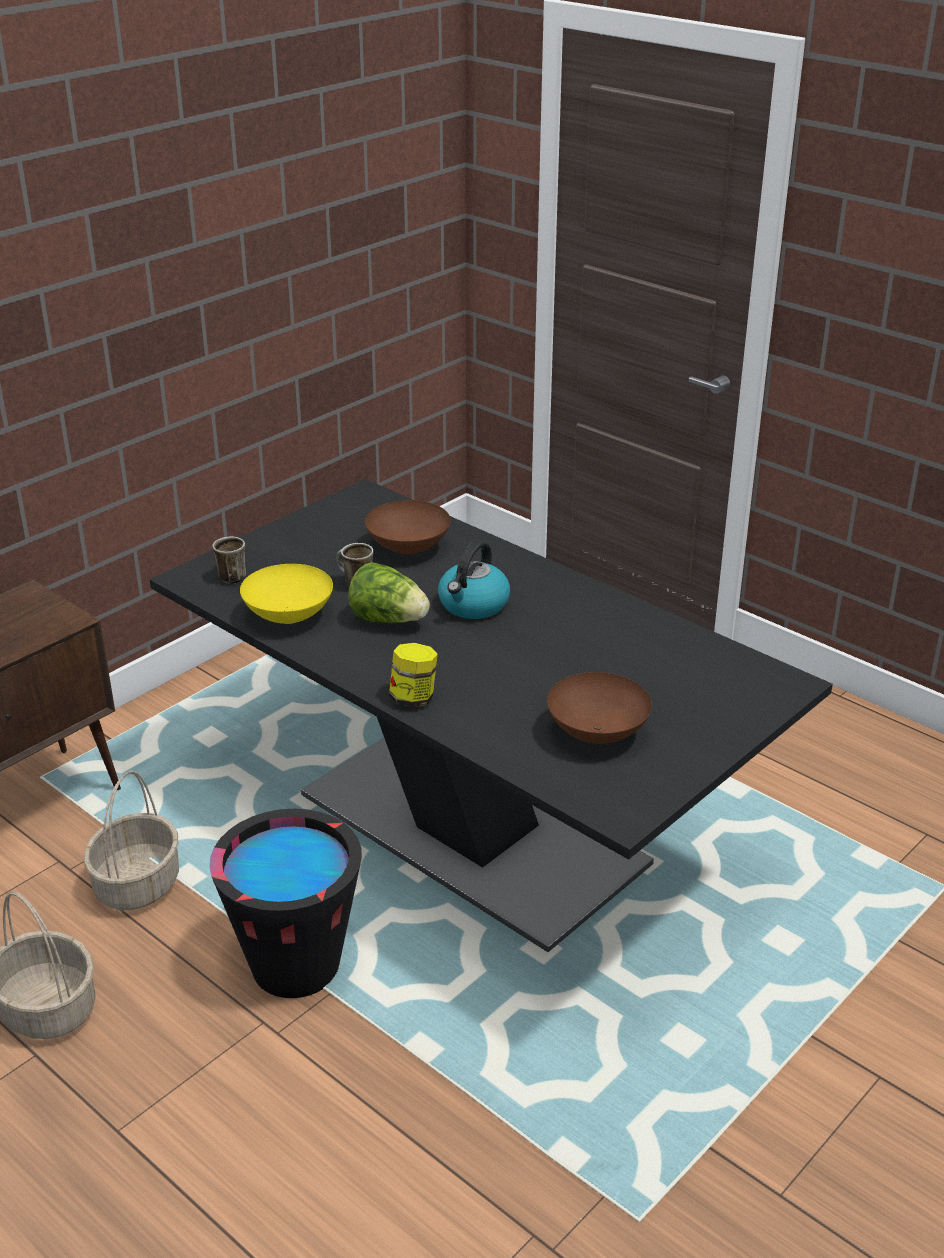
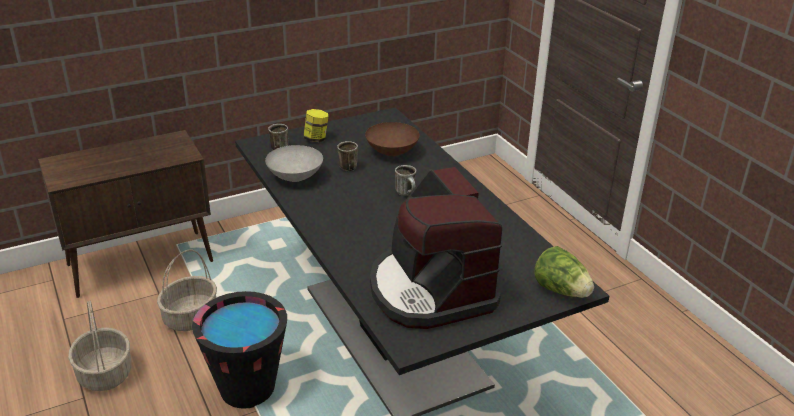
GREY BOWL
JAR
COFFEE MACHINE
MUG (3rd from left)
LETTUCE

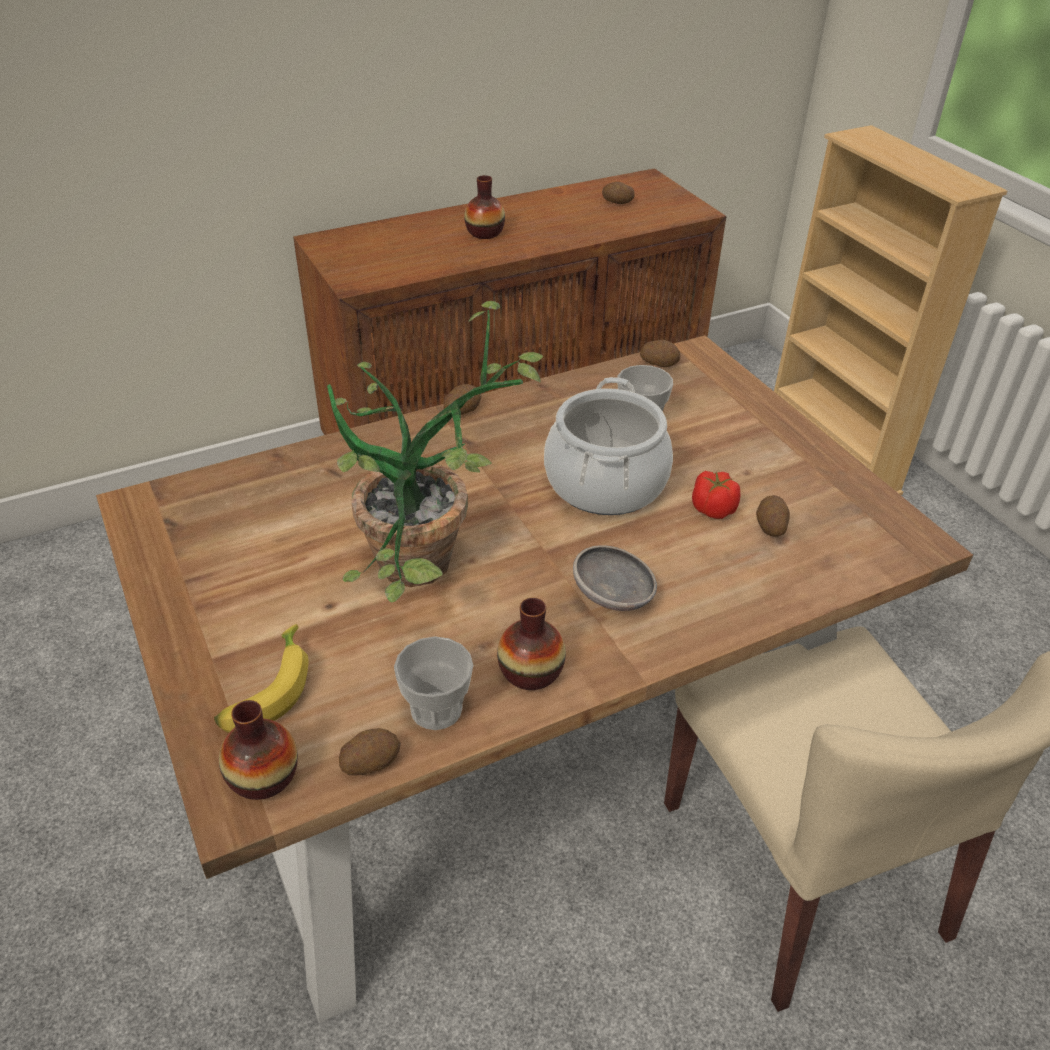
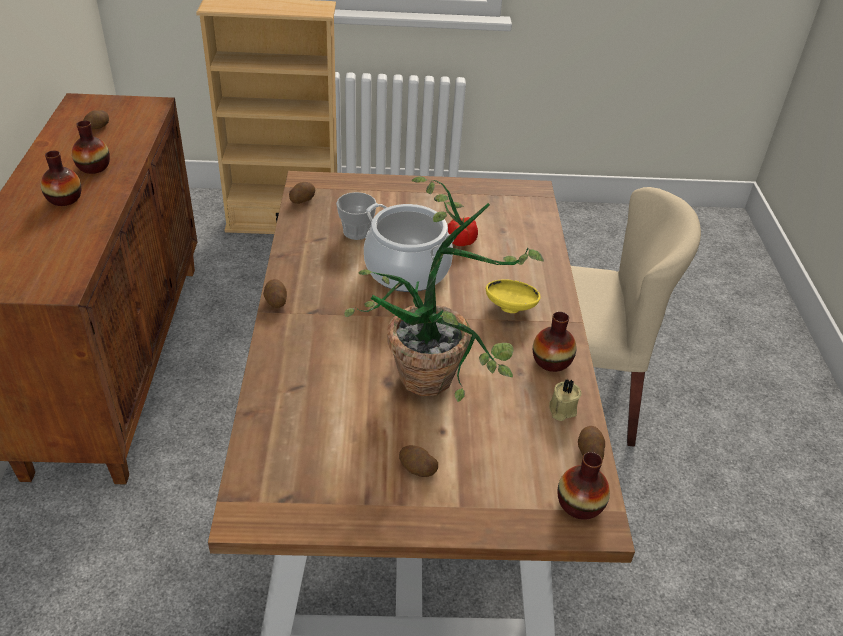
VASE (2nd from left)
POTATO (4th from left)
YELLOW BOWL
BEIGE CANDLE
BANANA

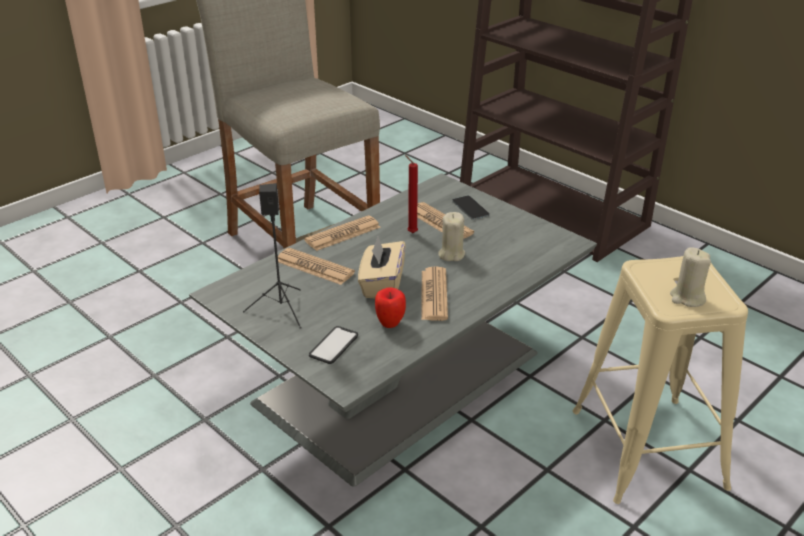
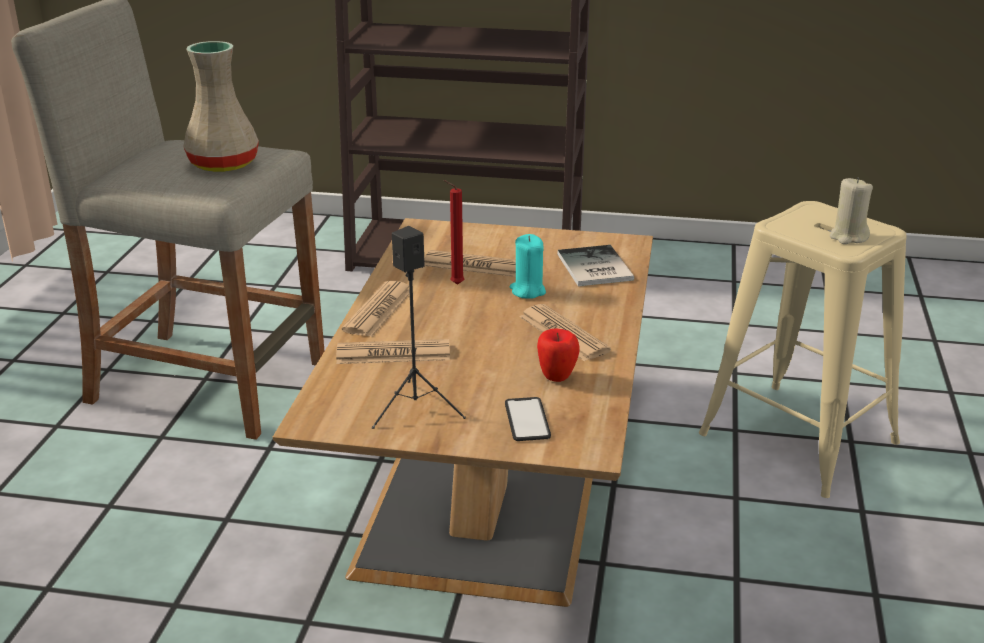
BEIGE VASE
BROWN COFFEE TABLE
TURQUOISE CANDLE
BOOK
BEIGE TISSUE BOX
PHONE (2nd from left in the first image)

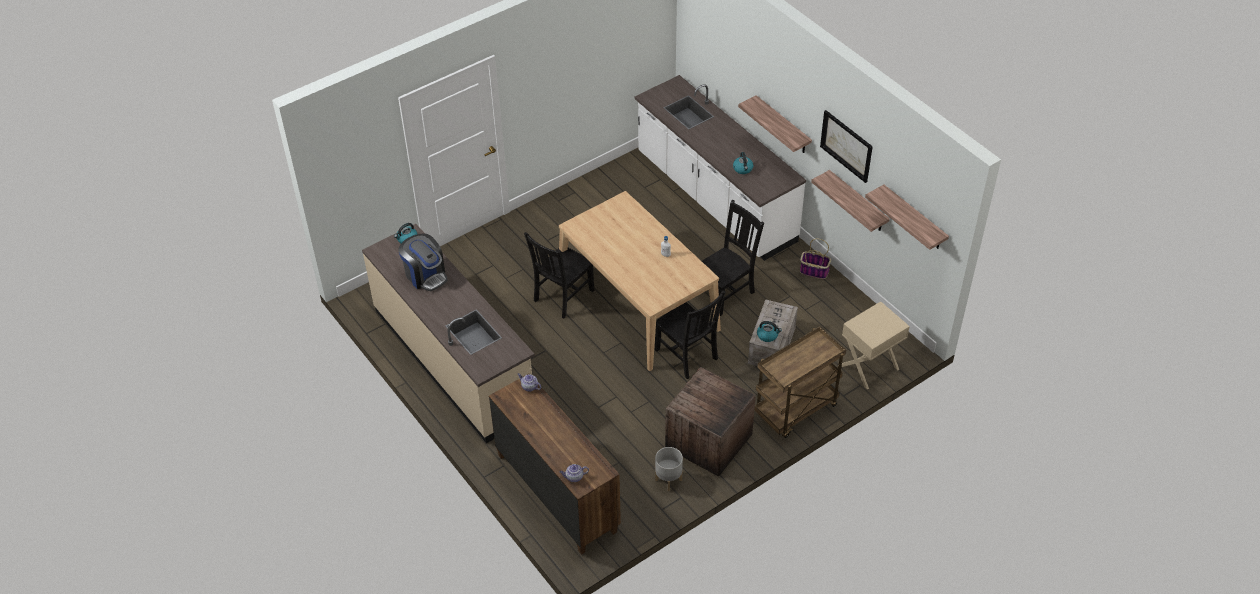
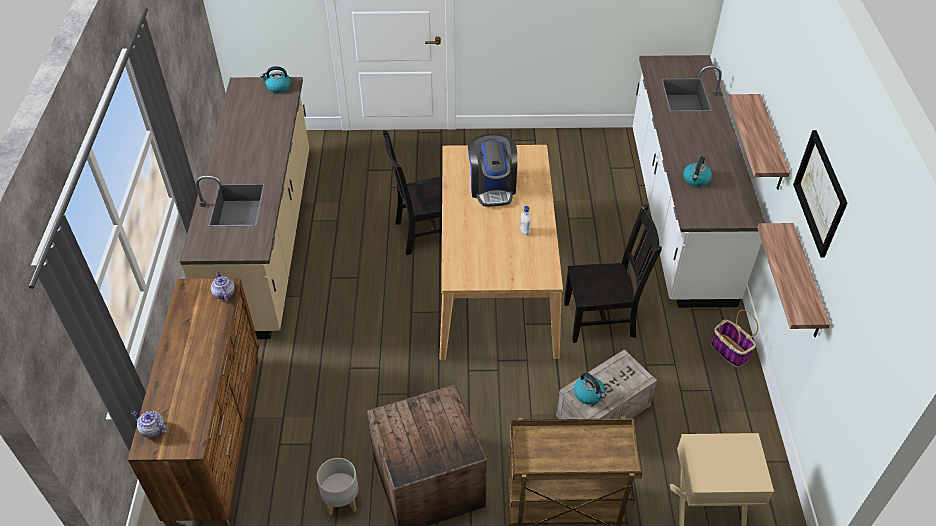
COFFEE MACHINE
BLACK CHAIR (2nd from left in the first image)
SHELF (3rd from left in the first image)

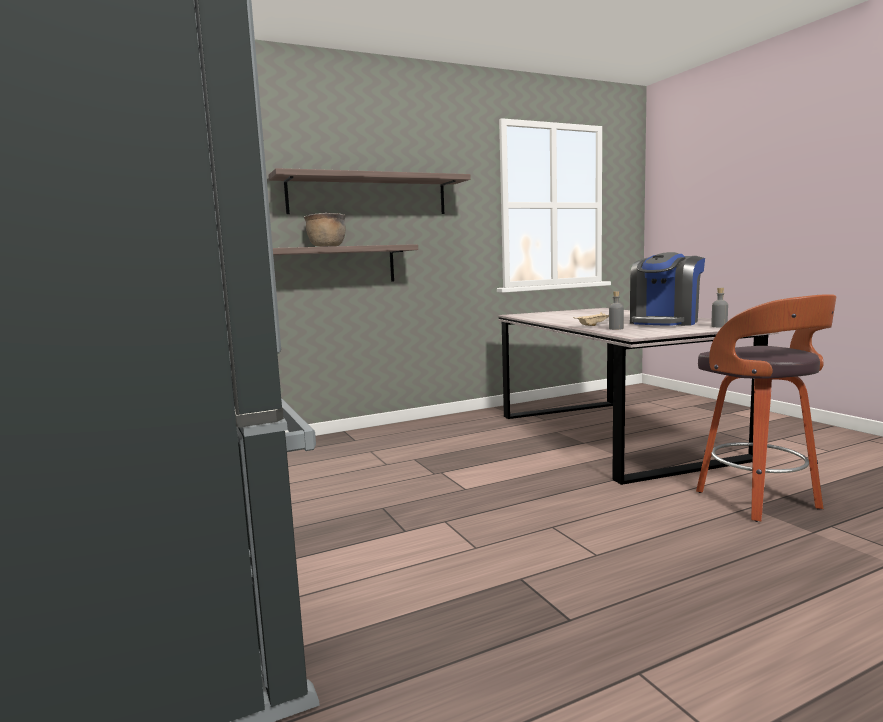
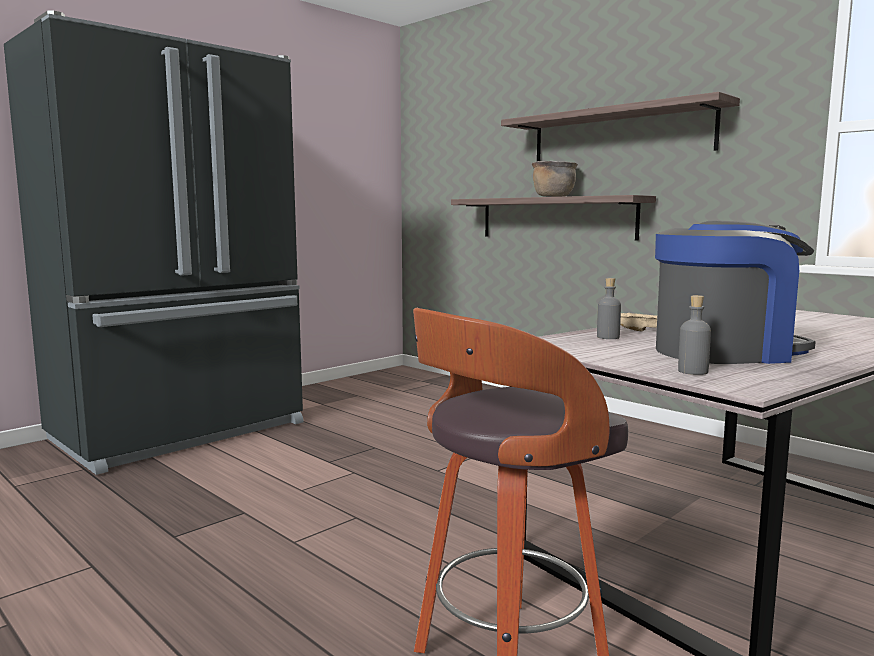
COFFEE MACHINE

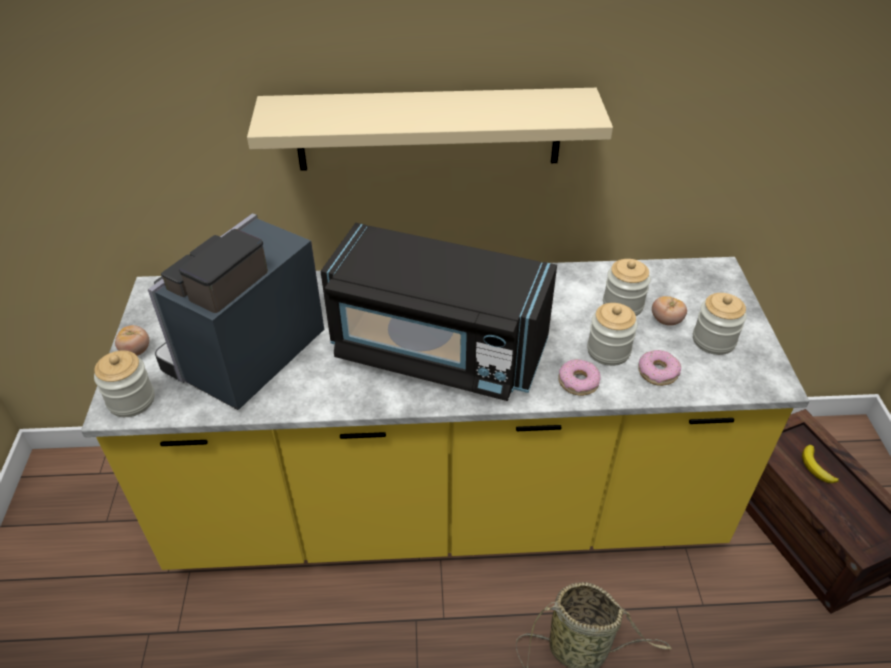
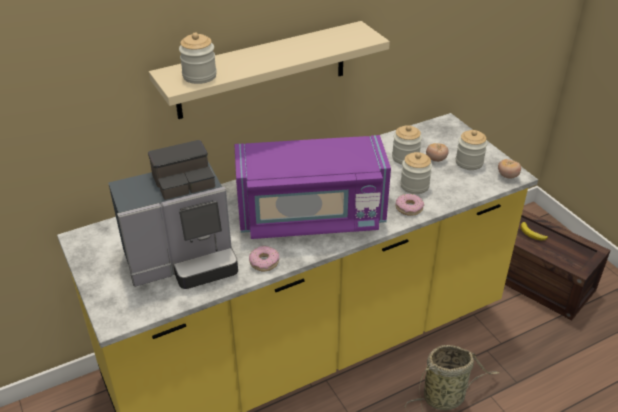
COFFEE MACHINE
JAR (1st from left)
PURPLE MICROWAVE
DONUT (1st from left)
TOMATO (2nd from left)

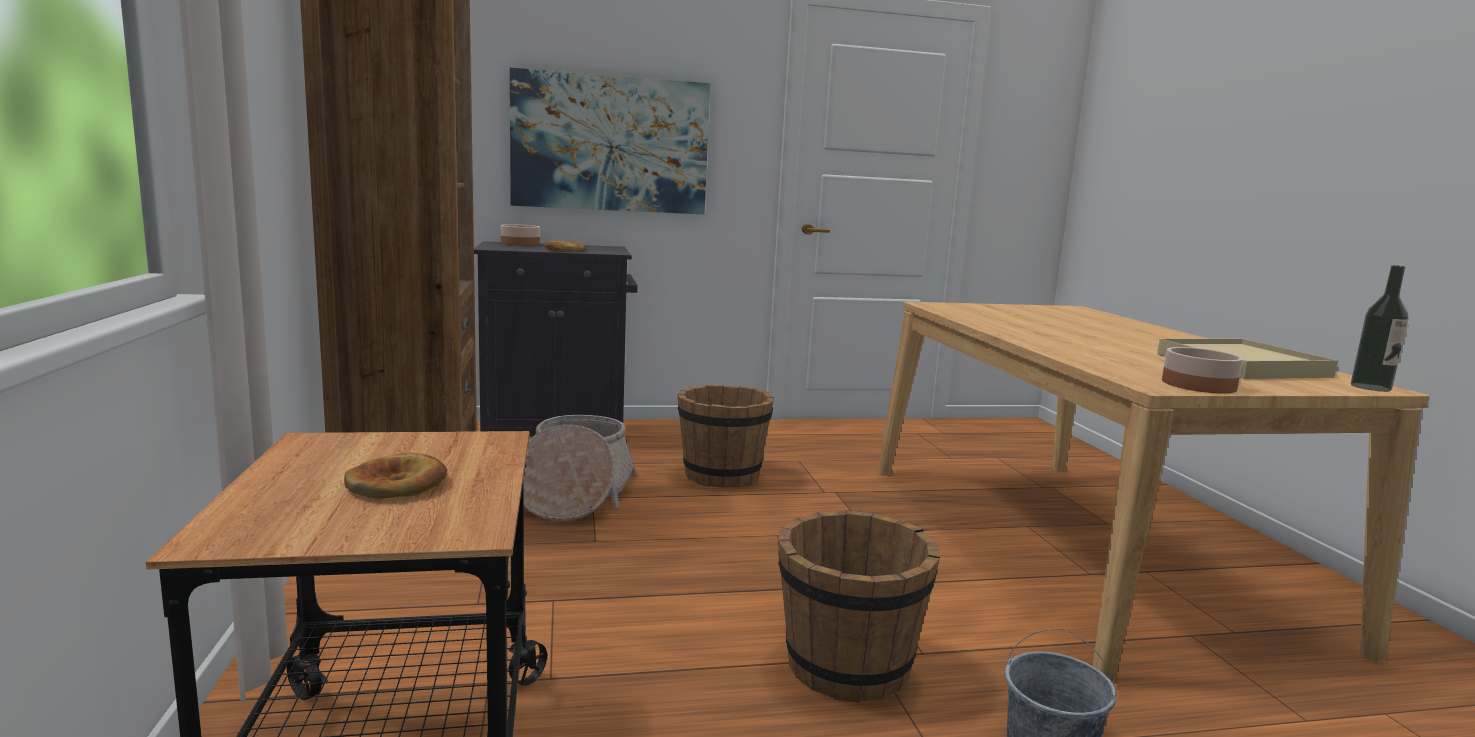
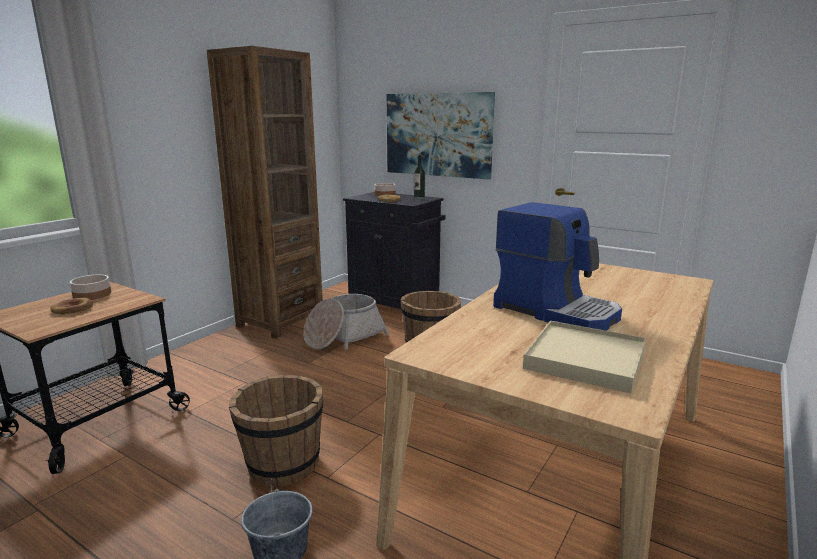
BOWL (1st from left)
BOTTLE
COFFEE MACHINE

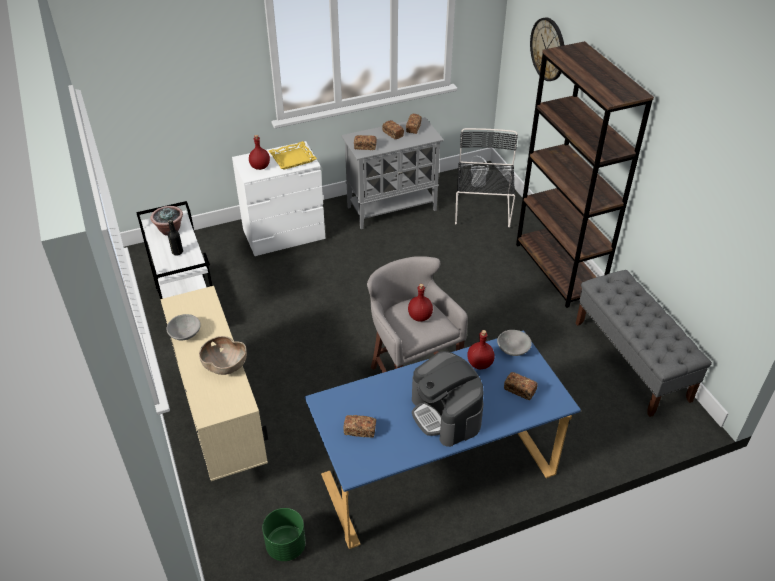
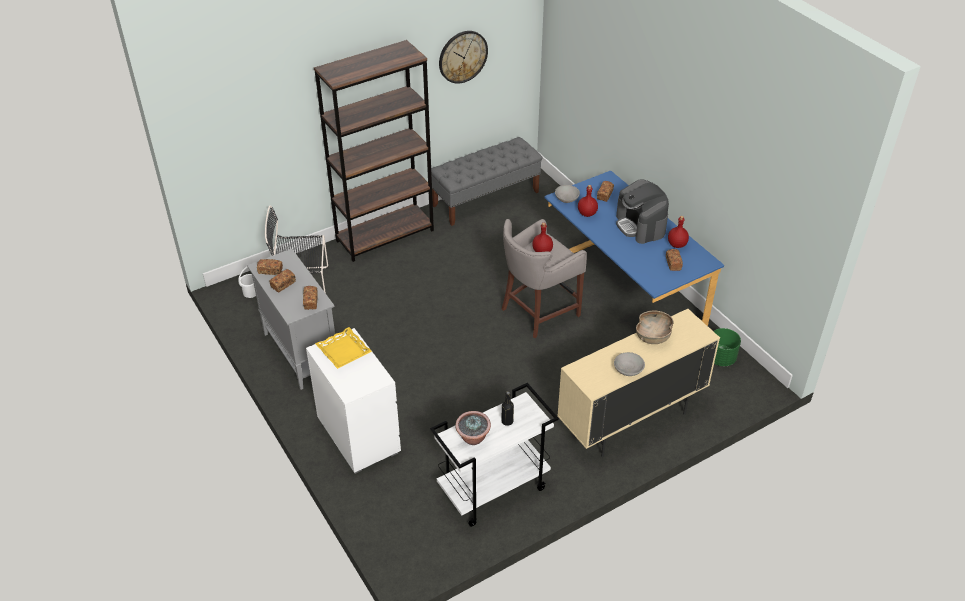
WALL CLOCK
COFFEE MACHINE
RED BOTTLE (3rd from left)

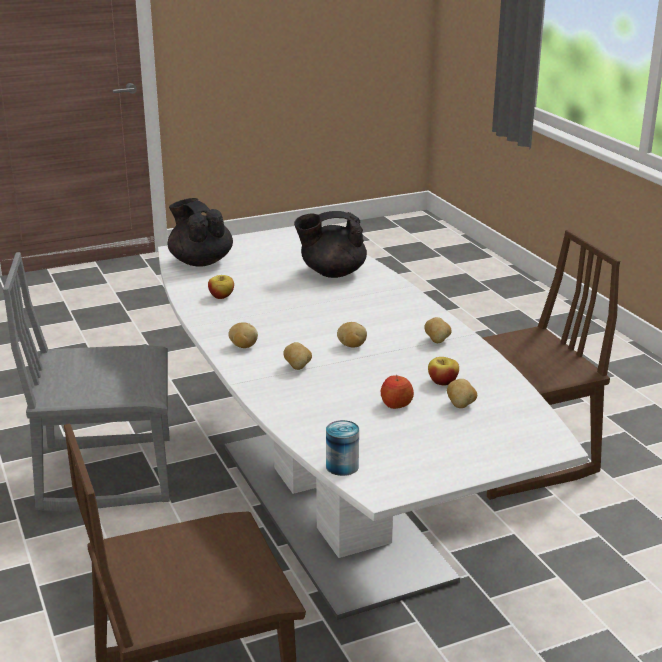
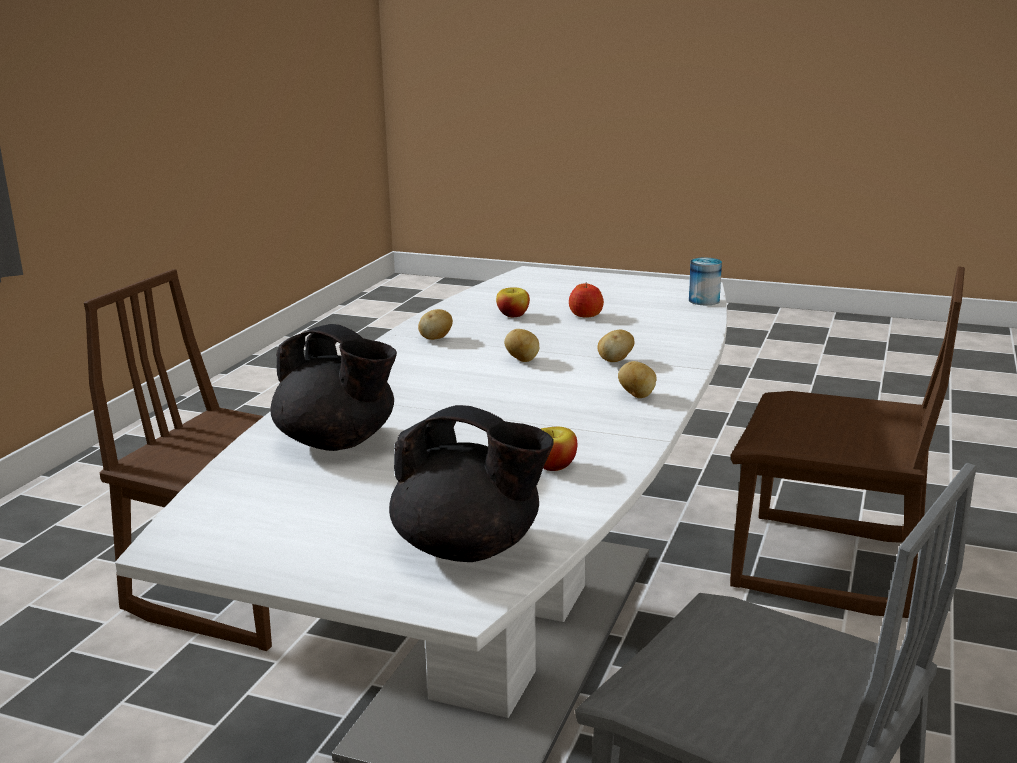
BLACK TEAPOT (2nd from left)
POTATO (5th from left in the first image)

